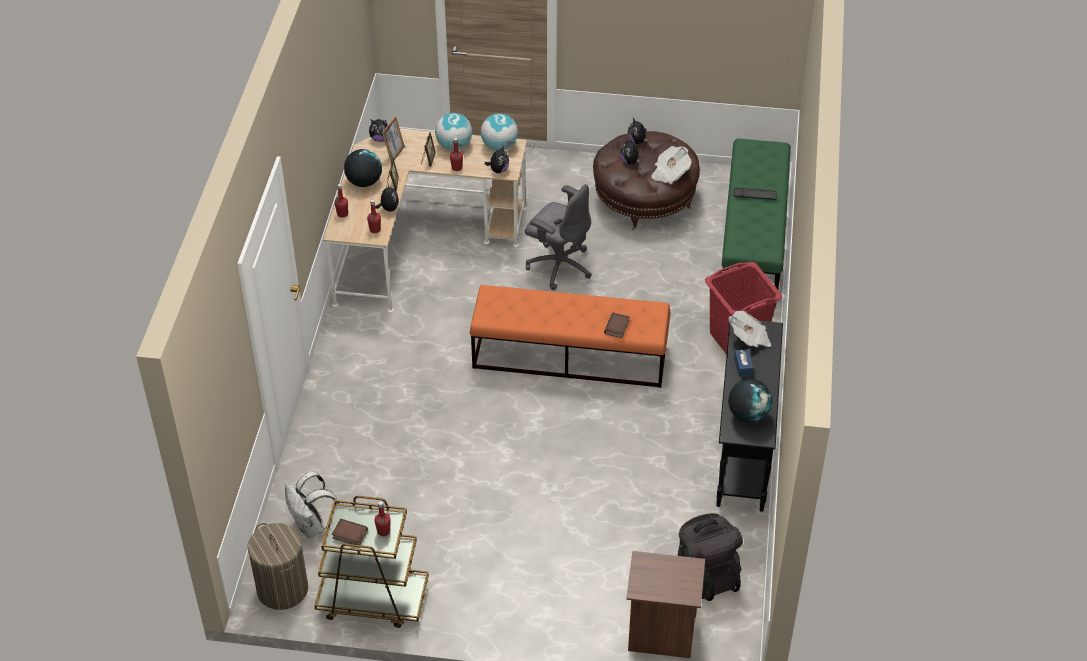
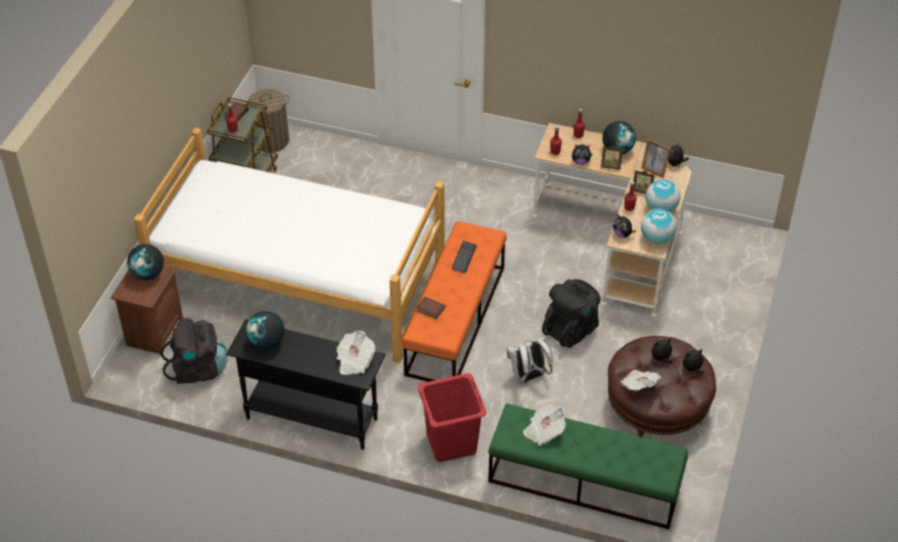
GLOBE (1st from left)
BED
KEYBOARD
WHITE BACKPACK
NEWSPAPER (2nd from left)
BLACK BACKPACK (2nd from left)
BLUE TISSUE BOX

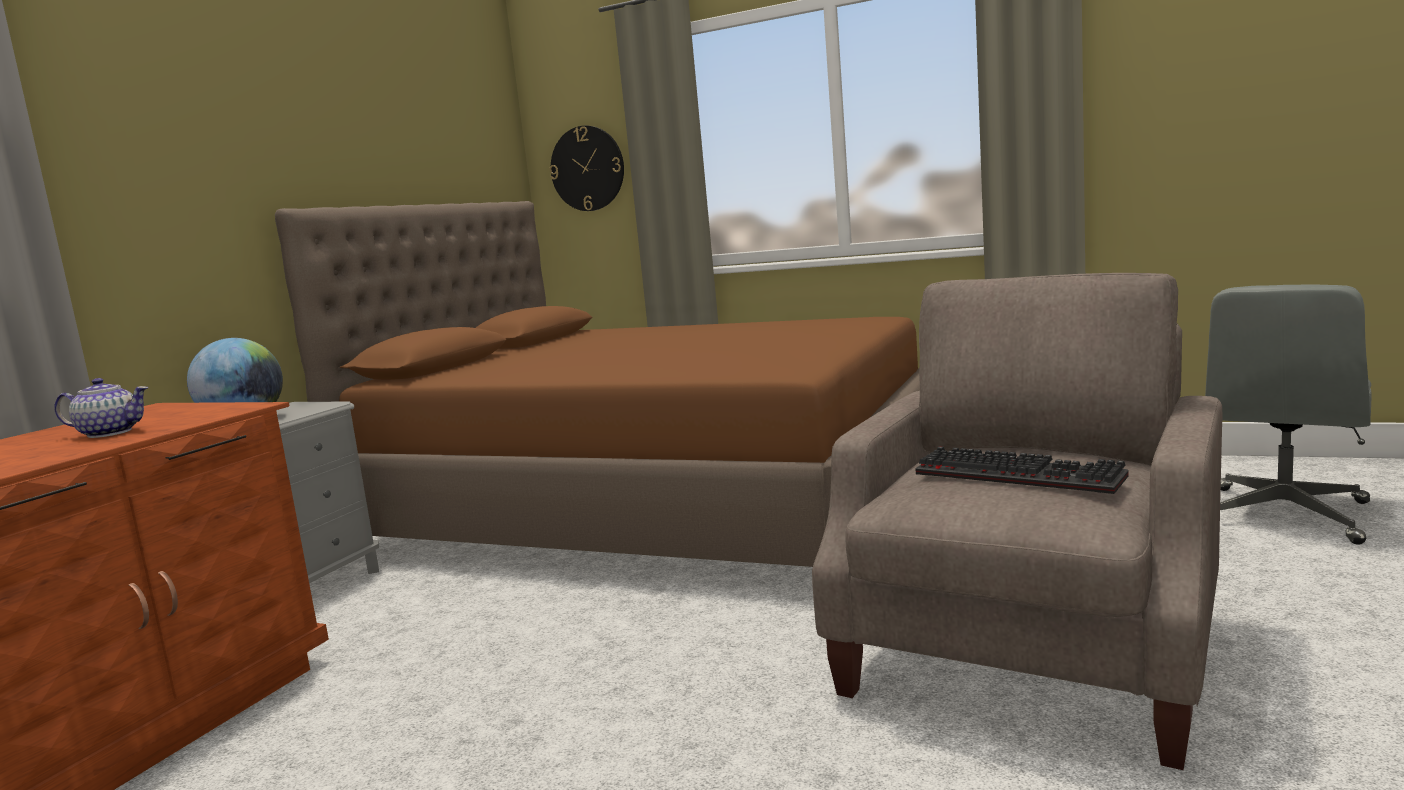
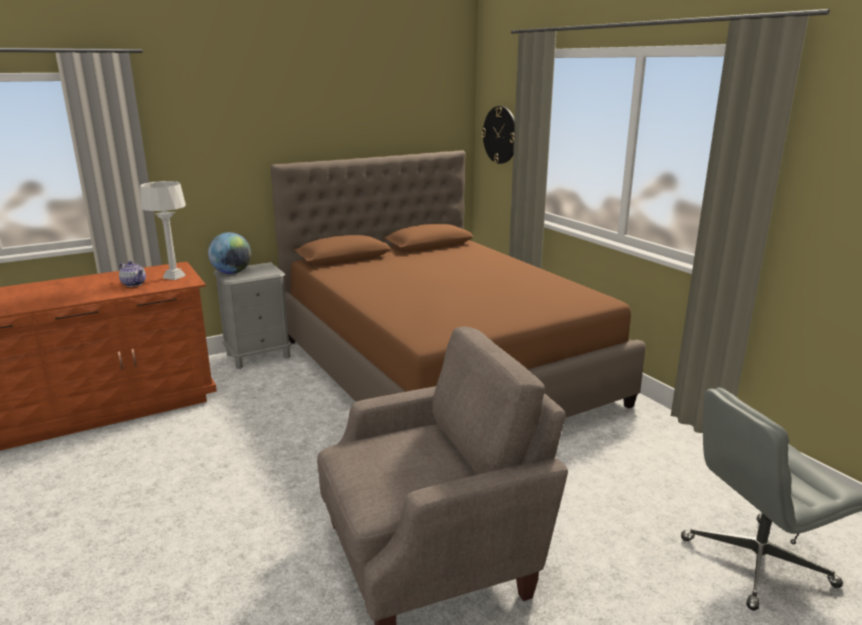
GREY TABLE LAMP
KEYBOARD

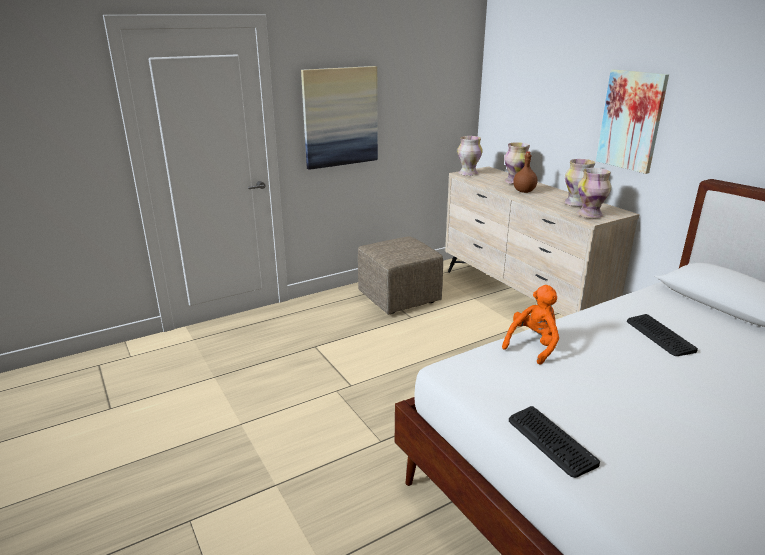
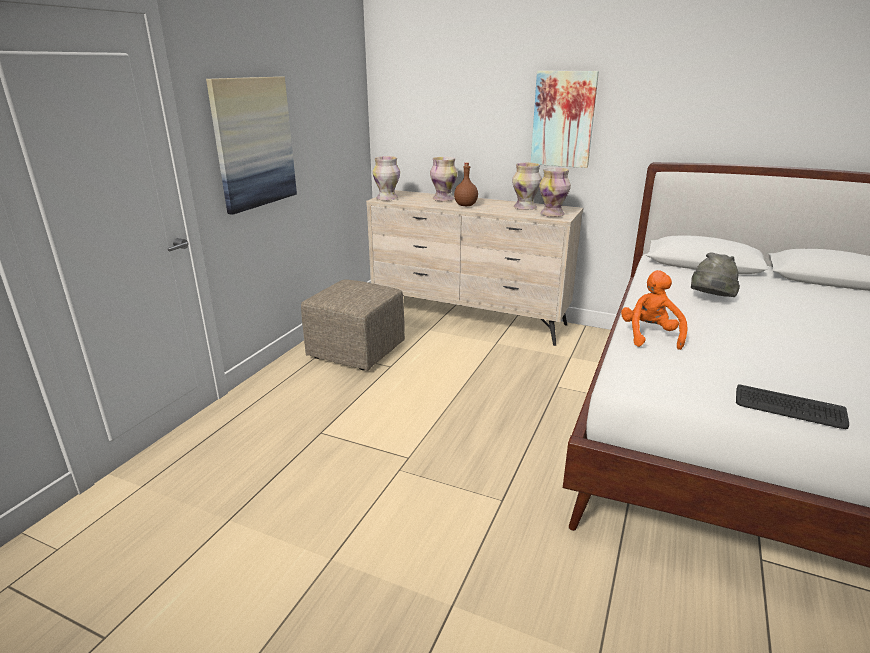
GREY HAT

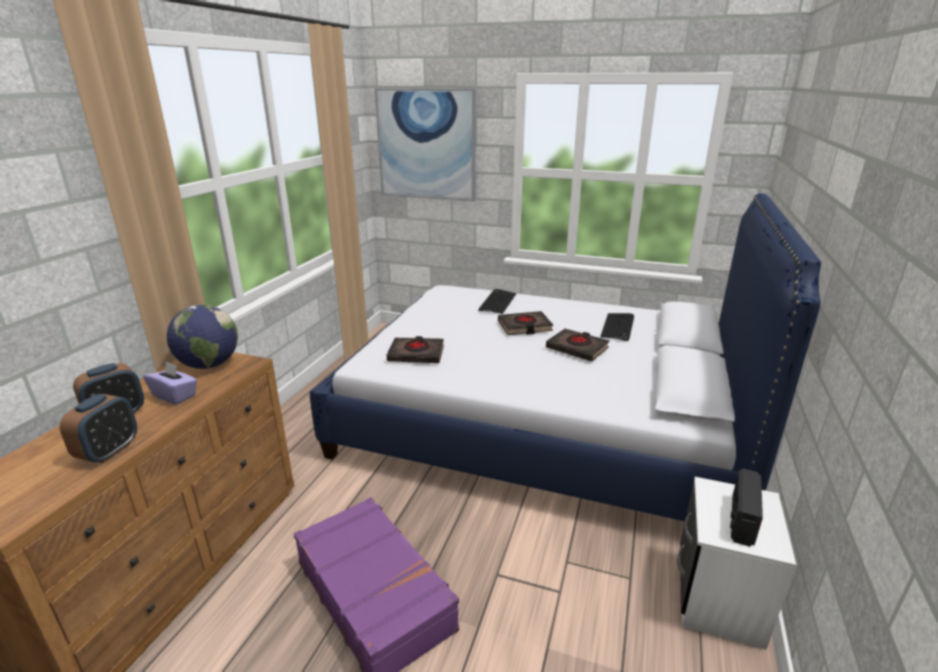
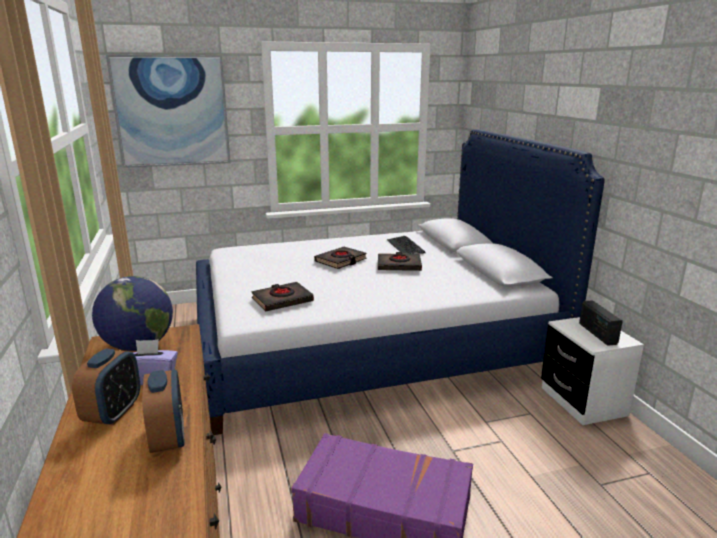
KEYBOARD (1st from left in the first image)

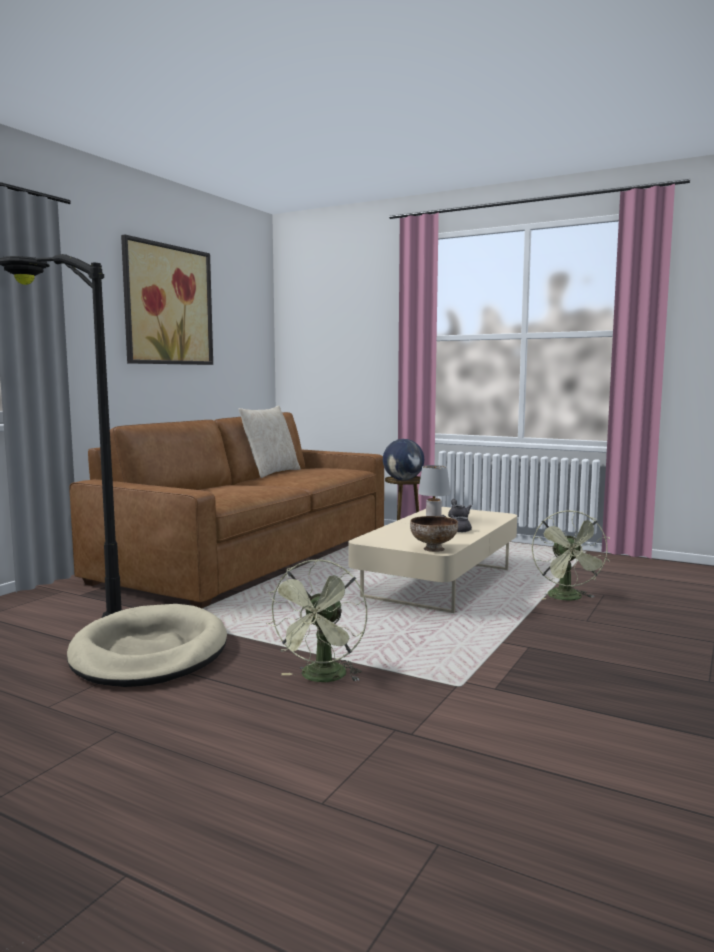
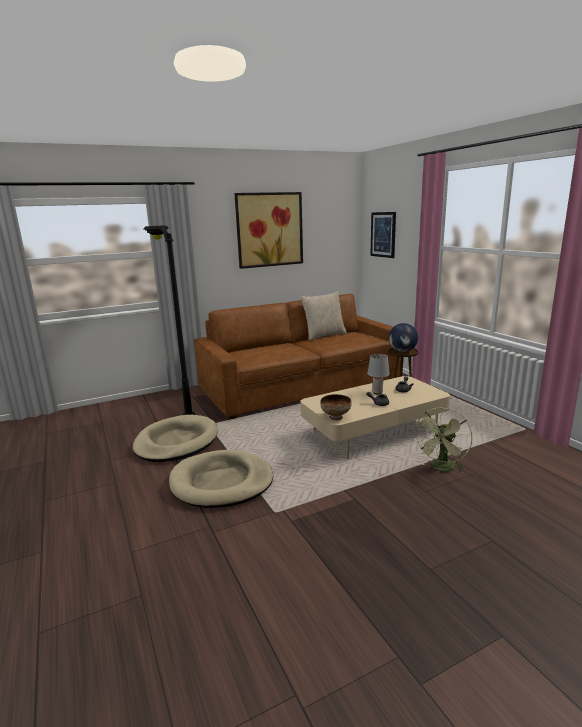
BEIGE DOG BED (2nd from left)
PICTURE (2nd from left)

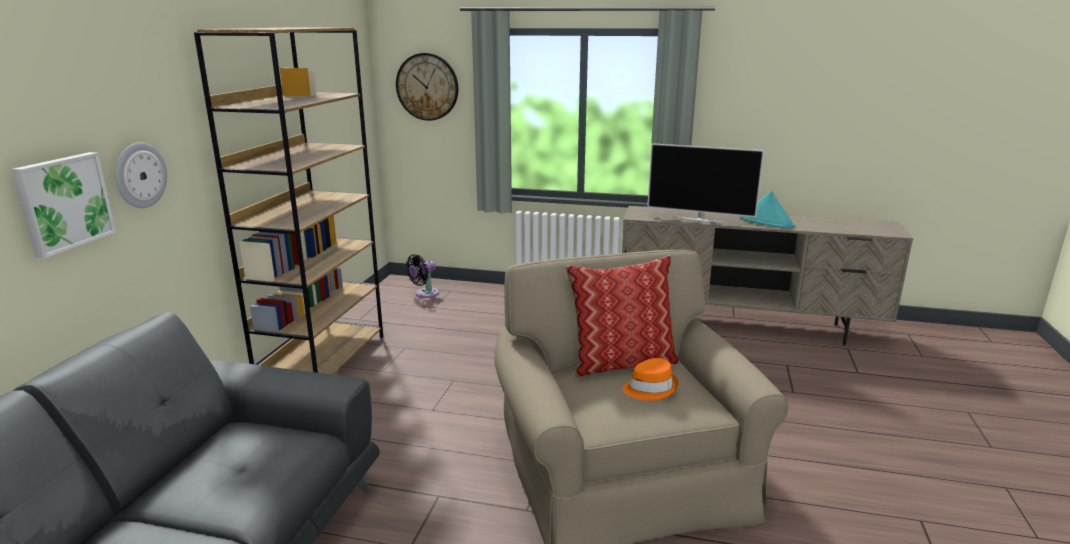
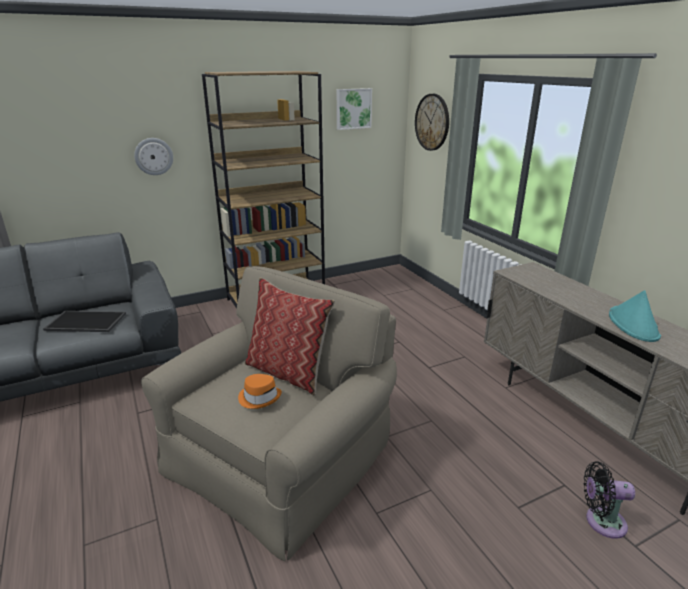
TRAY
PICTURE
BLACK FAN
TELEVISION

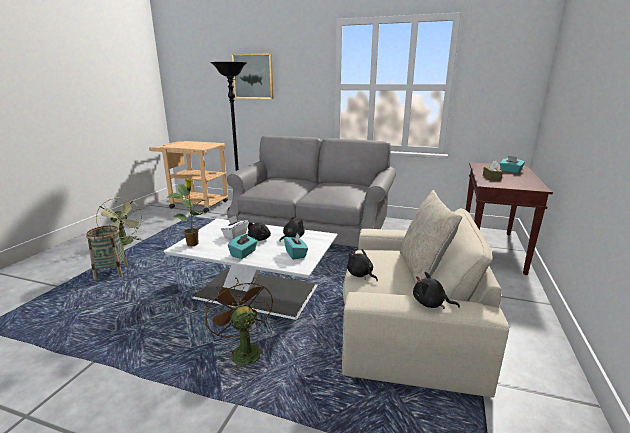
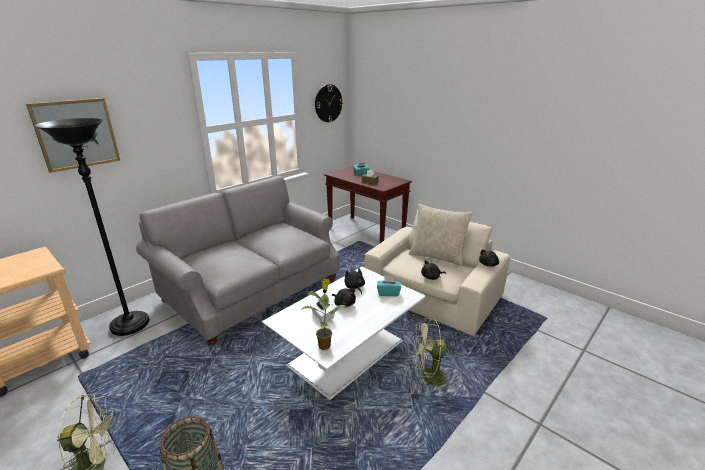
WALL CLOCK
GREEN FAN (2nd from left)
TURQUOISE TISSUE BOX (1st from left in the first image)

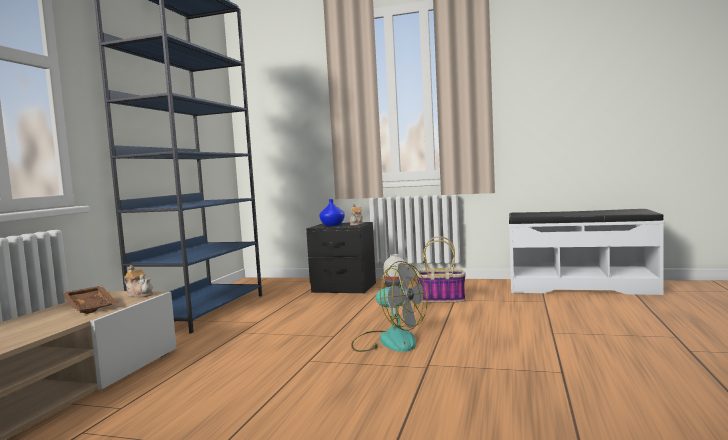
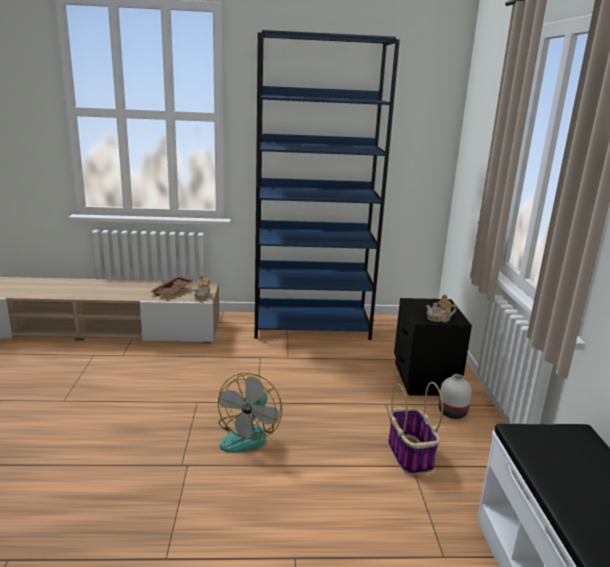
BLUE VASE

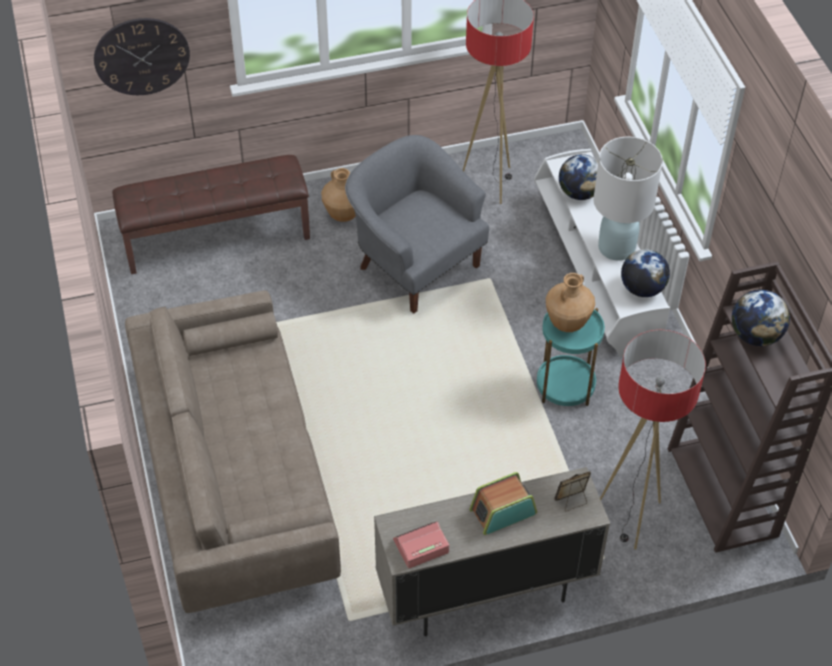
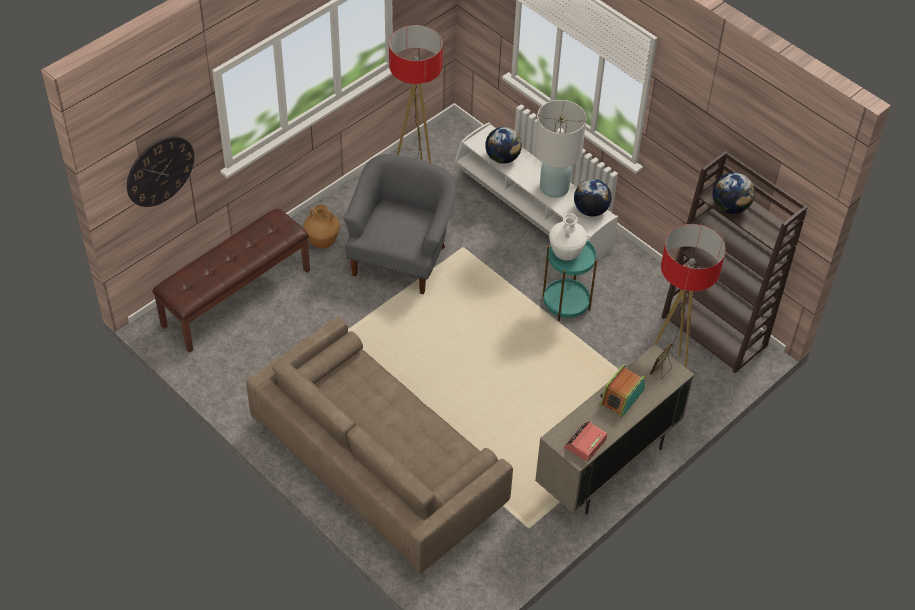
GREY ARMCHAIR
WHITE VASE

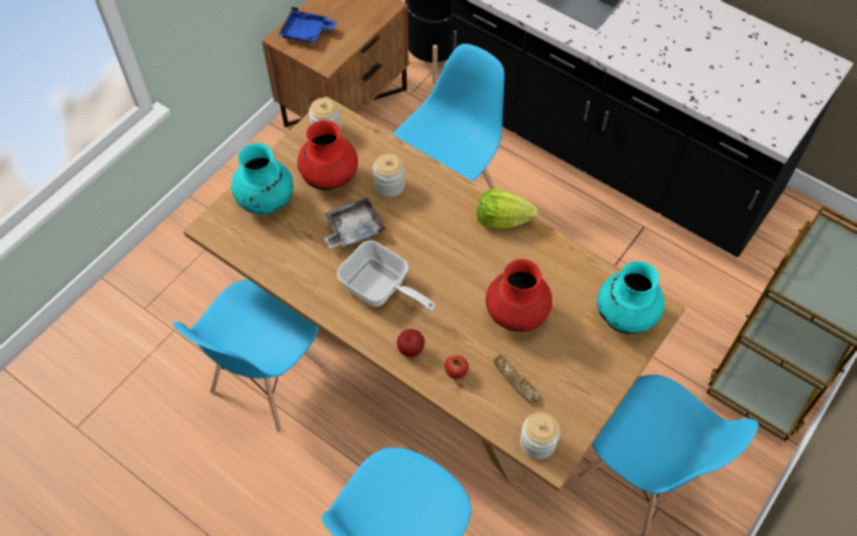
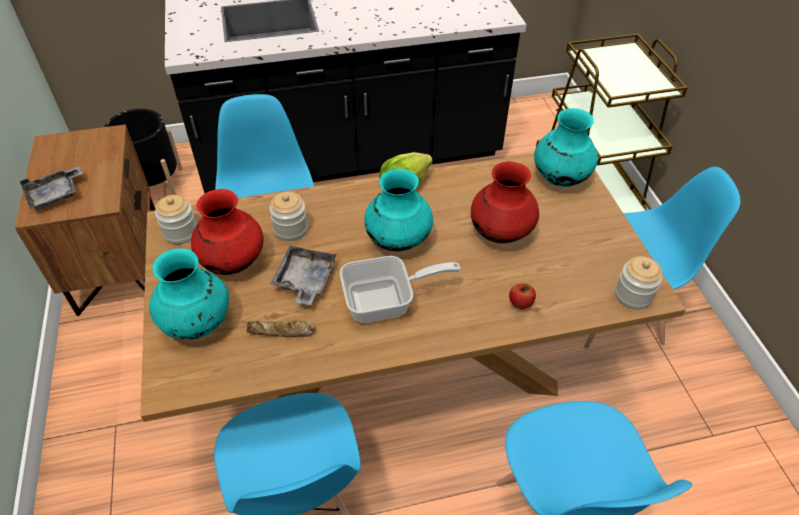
GREY TRAY (1st from left)
BREAD
TURQUOISE VASE (2nd from left)
APPLE (1st from left in the first image)

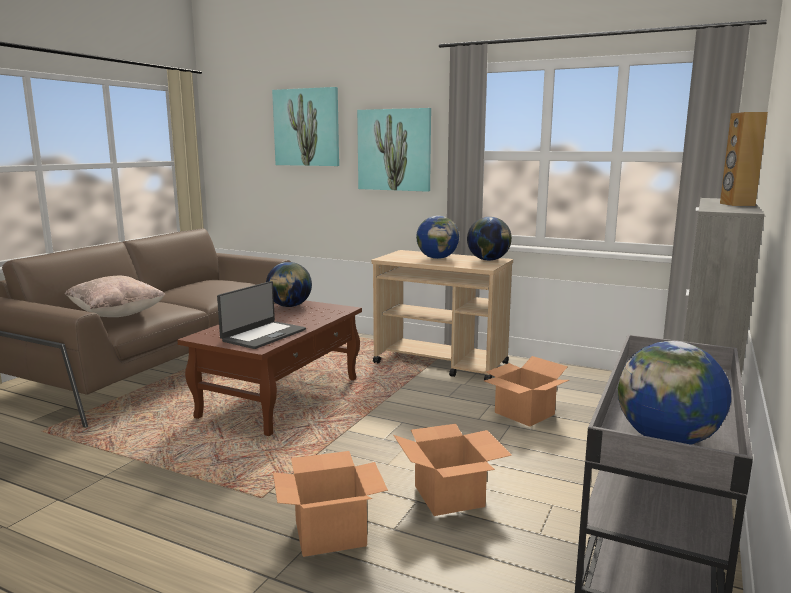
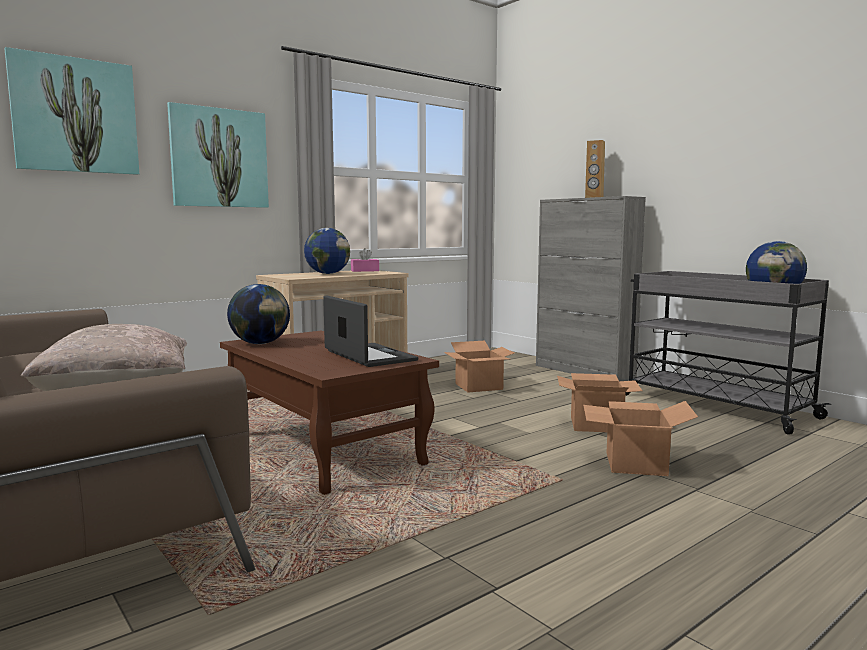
PINK TISSUE BOX

